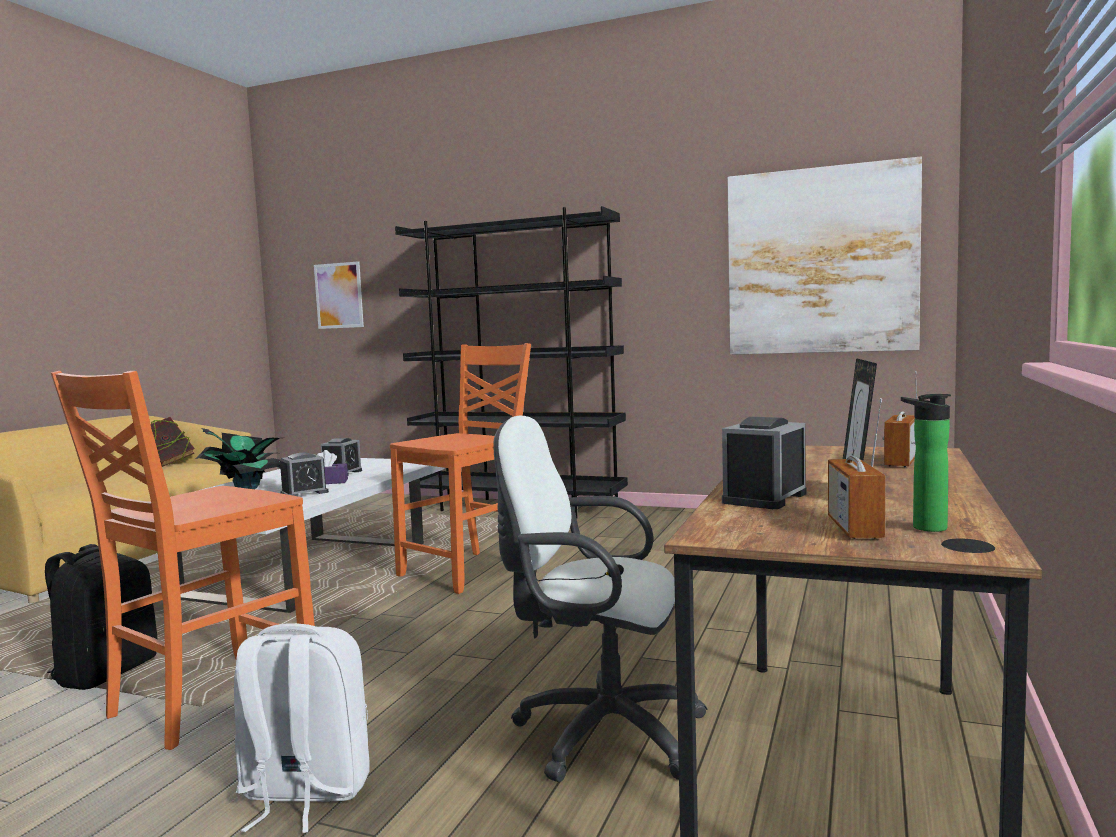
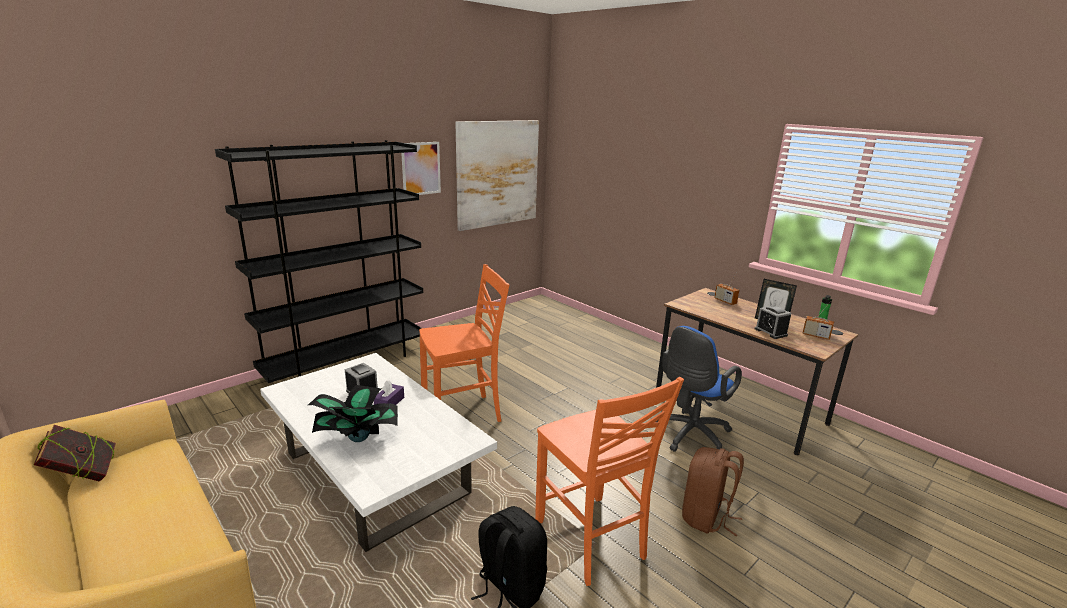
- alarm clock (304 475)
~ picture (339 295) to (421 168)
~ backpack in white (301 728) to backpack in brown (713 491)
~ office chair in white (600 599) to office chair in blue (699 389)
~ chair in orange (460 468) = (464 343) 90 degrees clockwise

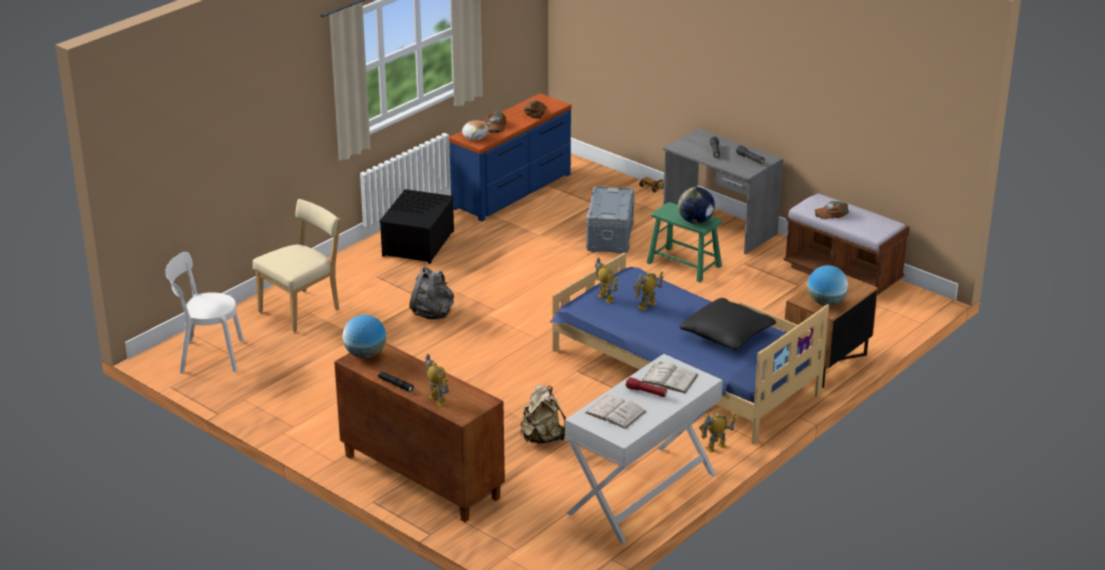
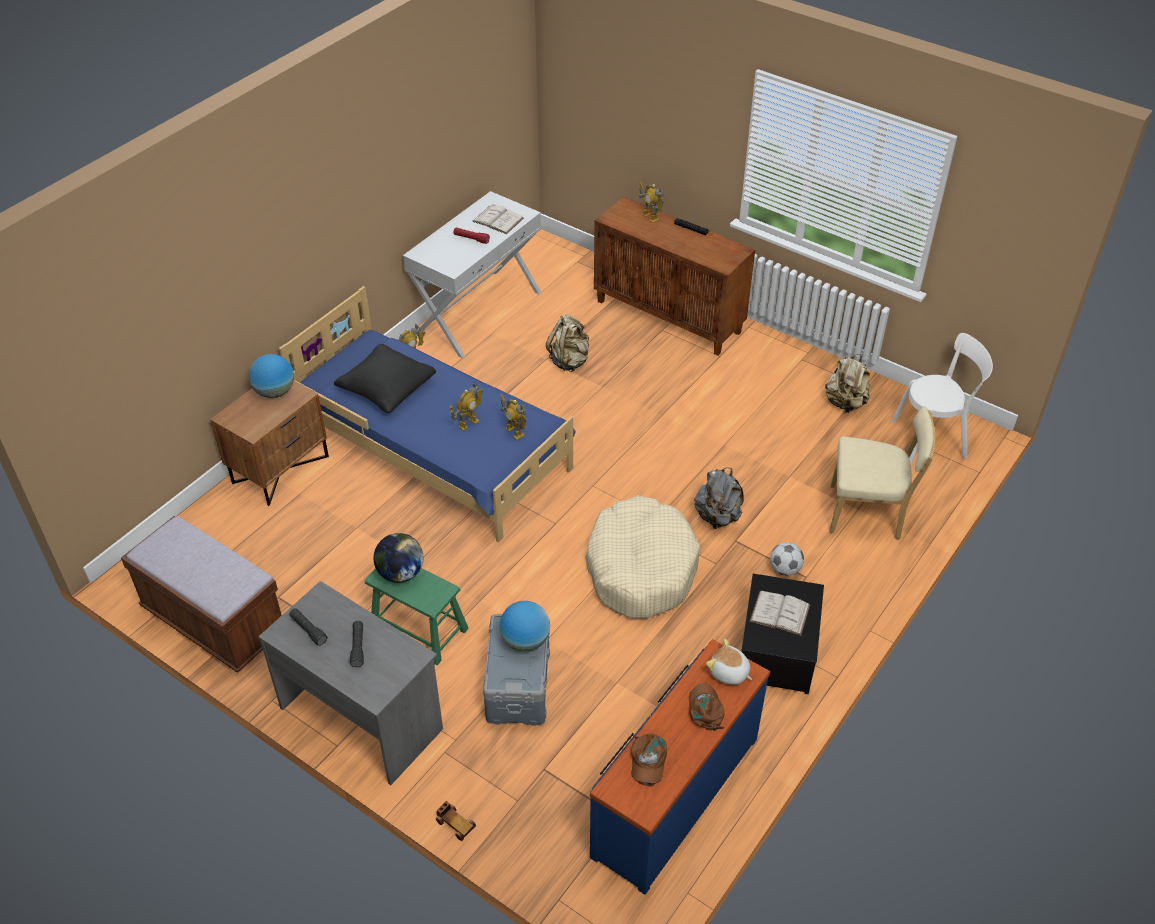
- cap in brown (831 210)
+ dog bed in beige (642 557)
+ football (787 559)
+ backpack in beige (847 383)
~ globe (364 336) to (525 626)
~ book in white (669 377) to (779 613)
~ chair in beige (297 265) = (882 473) 120 degrees counterclockwise

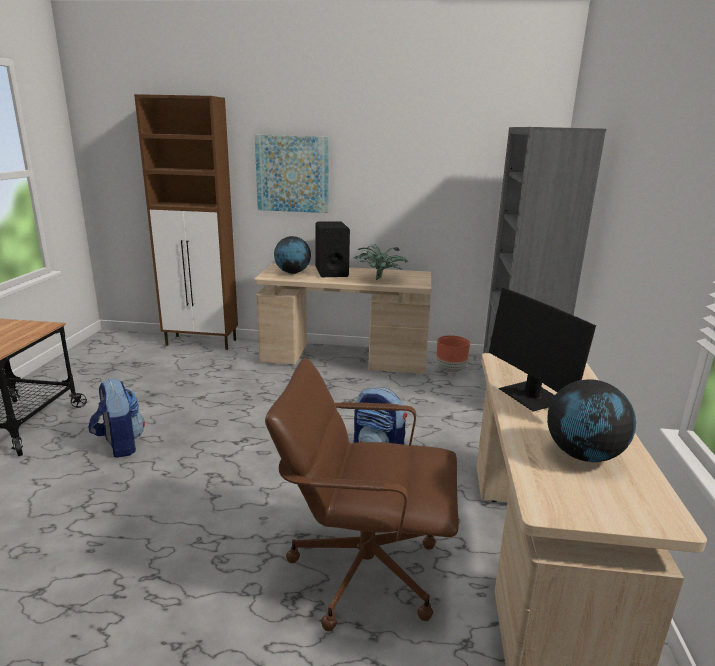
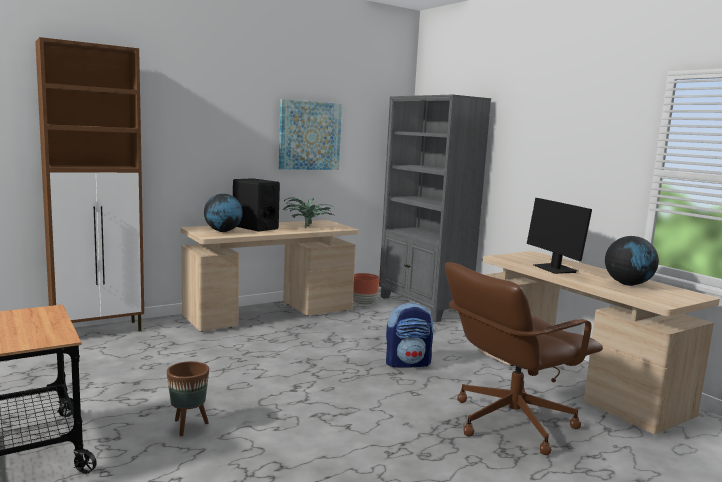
~ picture (292 174) to (310 134)
~ backpack (116 418) to planter in brown (188 398)
~ monitor (542 349) = (559 236) 45 degrees clockwise

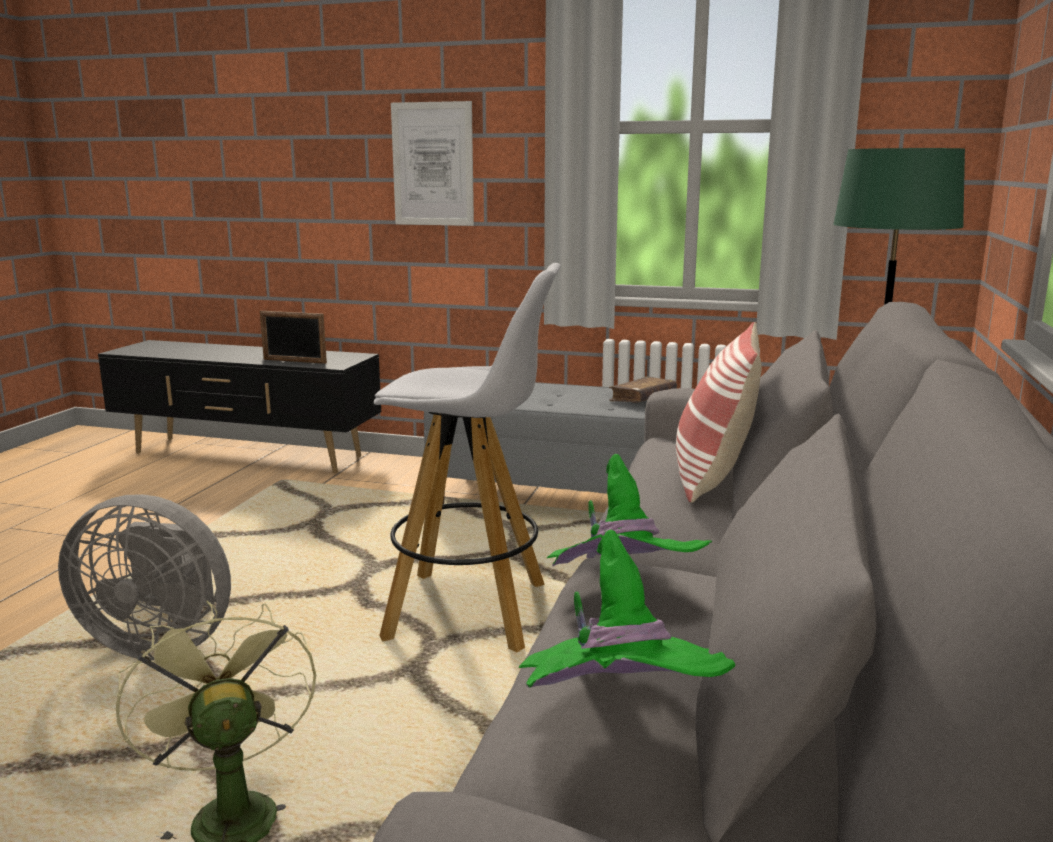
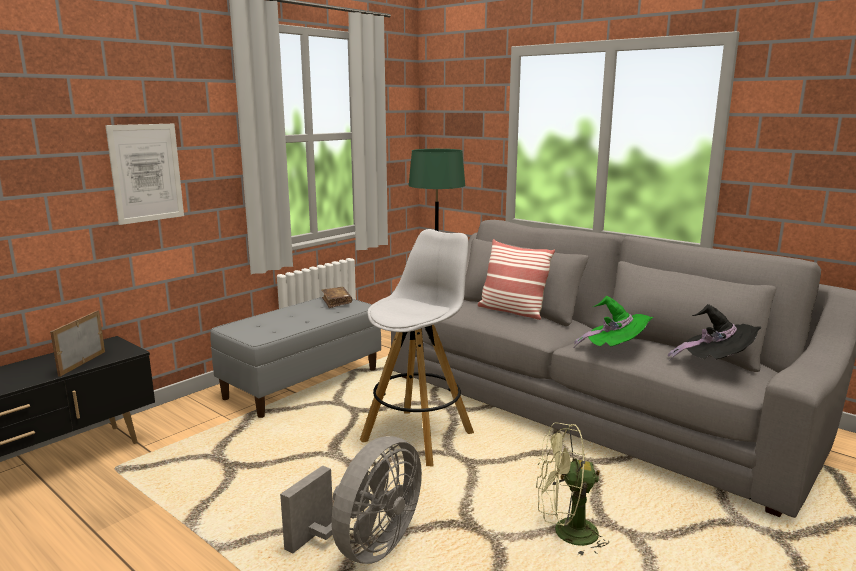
~ hat in green (627 609) to hat in black (715 332)
~ picture frame (293 337) = (77 344) 150 degrees clockwise

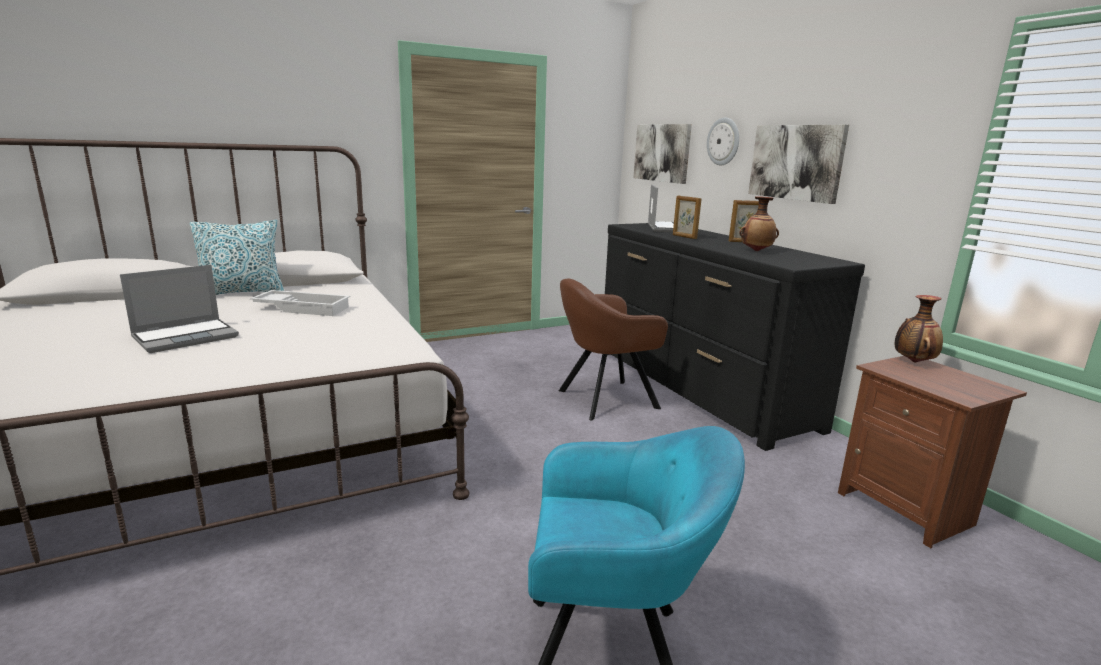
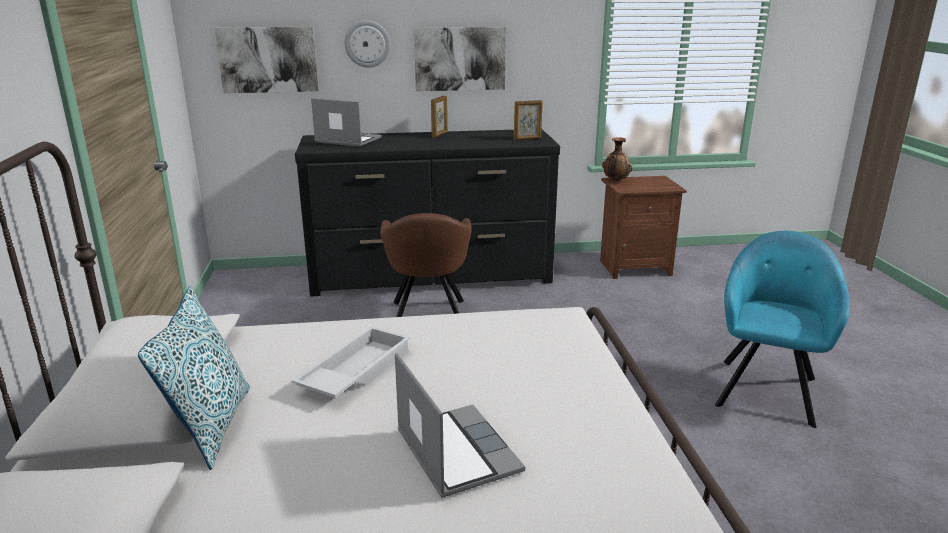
- vase (759 223)
~ picture frame (687 217) to (528 120)

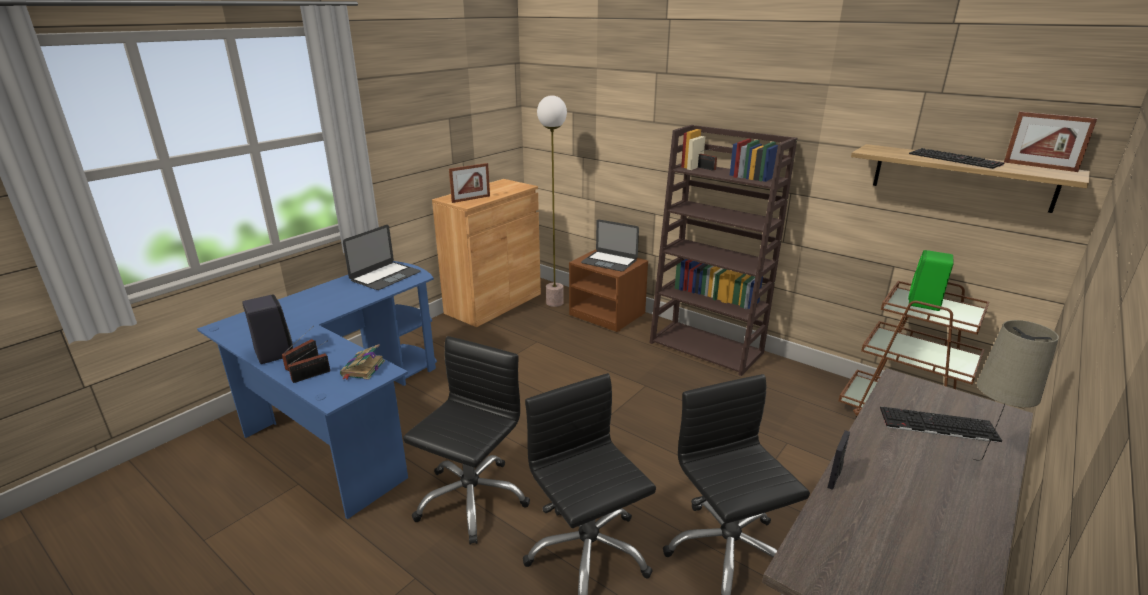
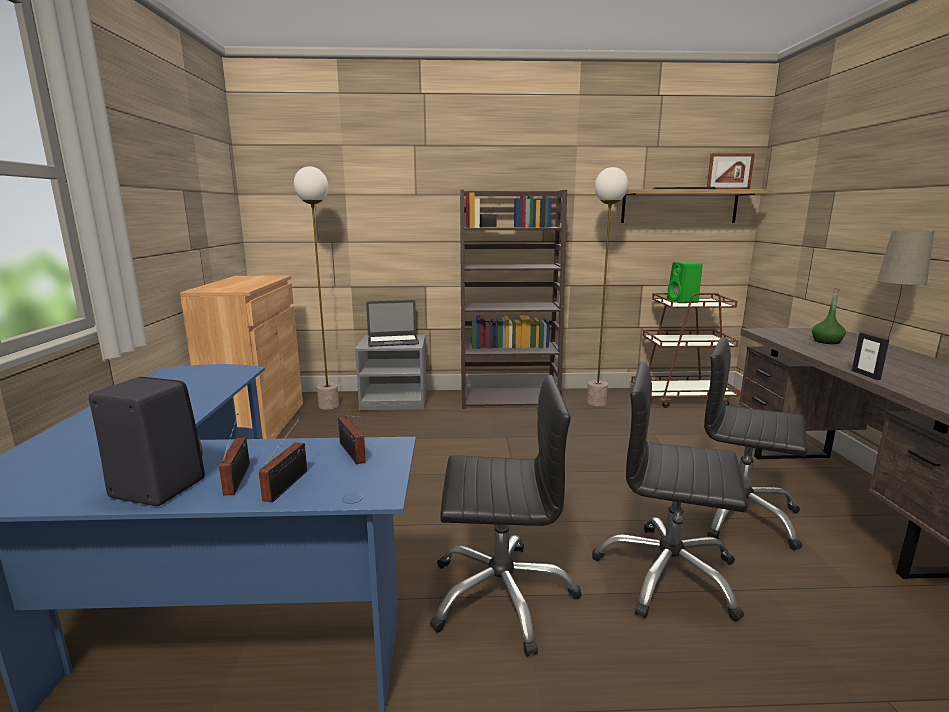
- laptop (382 257)
- picture frame (469 183)
+ floor lamp (607 287)
~ book (362 362) to radio (352 440)
~ keyboard (941 424) to bottle in green (829 315)
~ nightstand in brown (608 290) to nightstand in grey (391 372)
~ office chair in black (466 440) = (506 516) 105 degrees clockwise

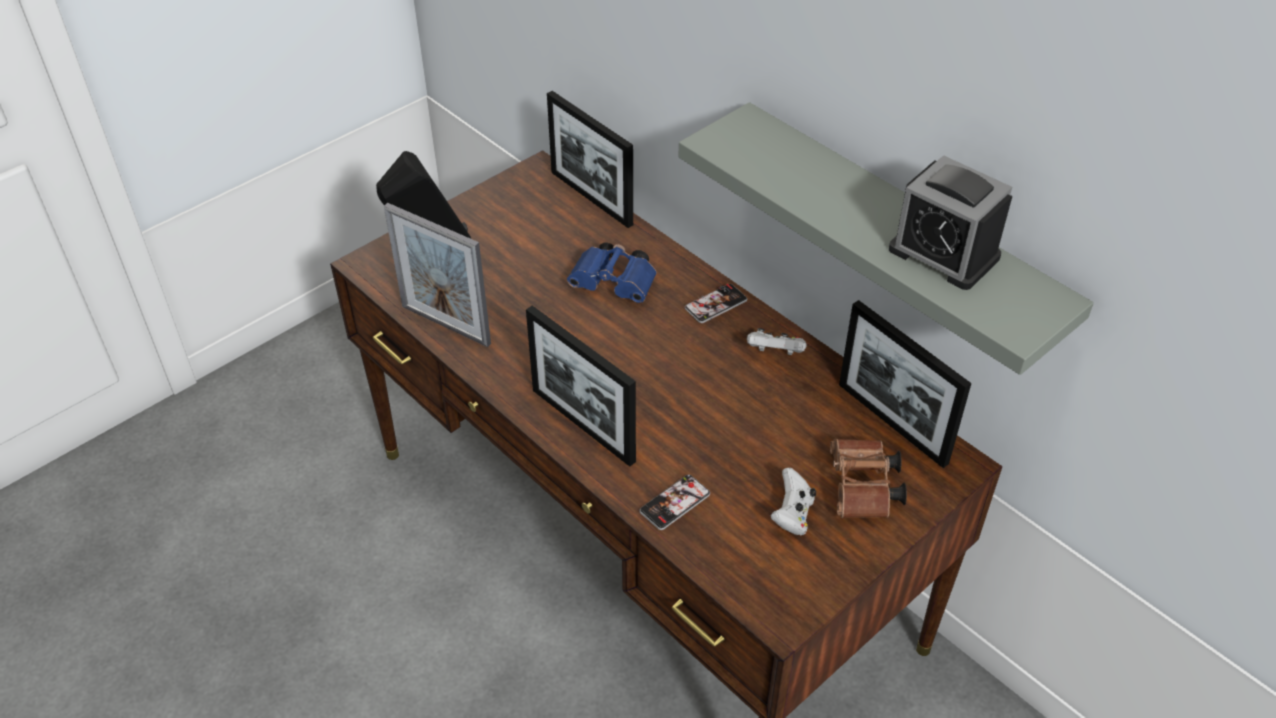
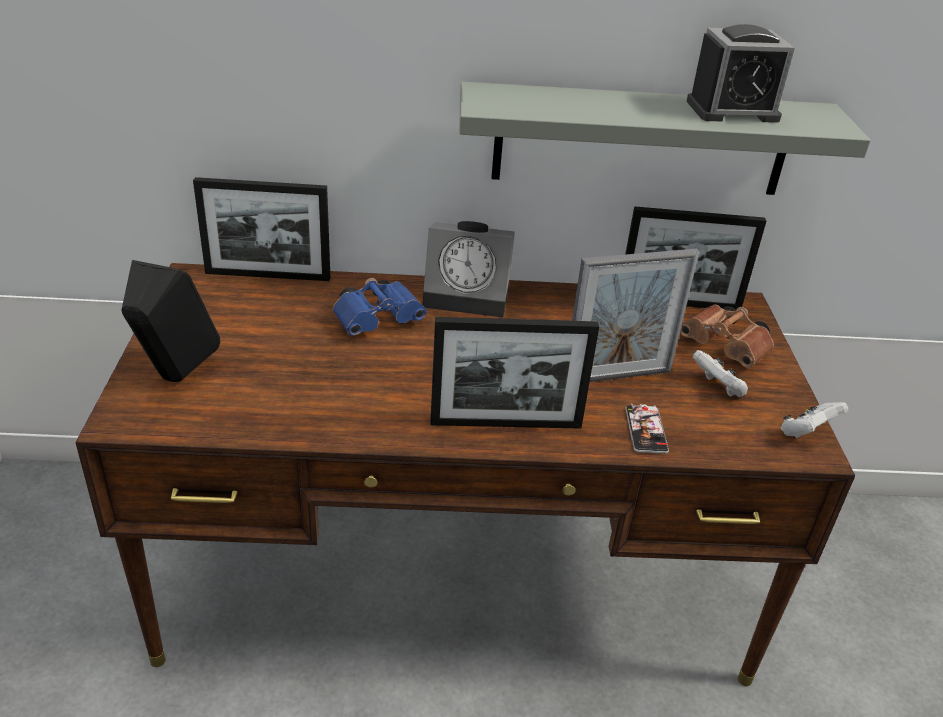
~ picture frame (437 275) to (635 315)
~ game controller in white (776 341) to (814 420)
~ phone (716 303) to alarm clock (468 269)

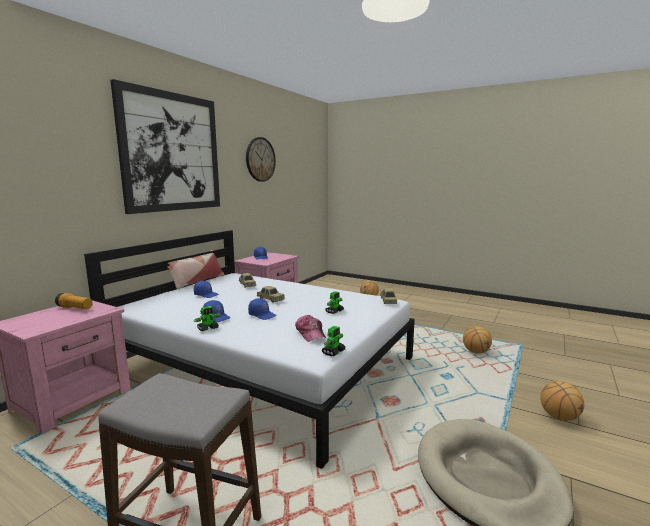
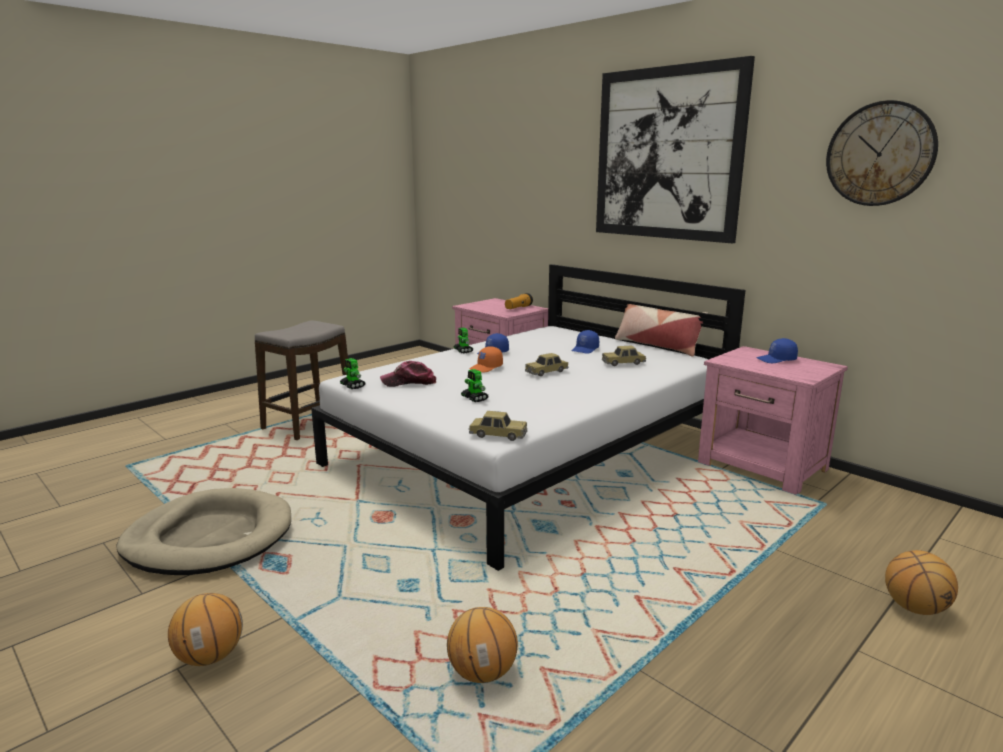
~ cap in blue (262 309) to cap in orange (486 359)

